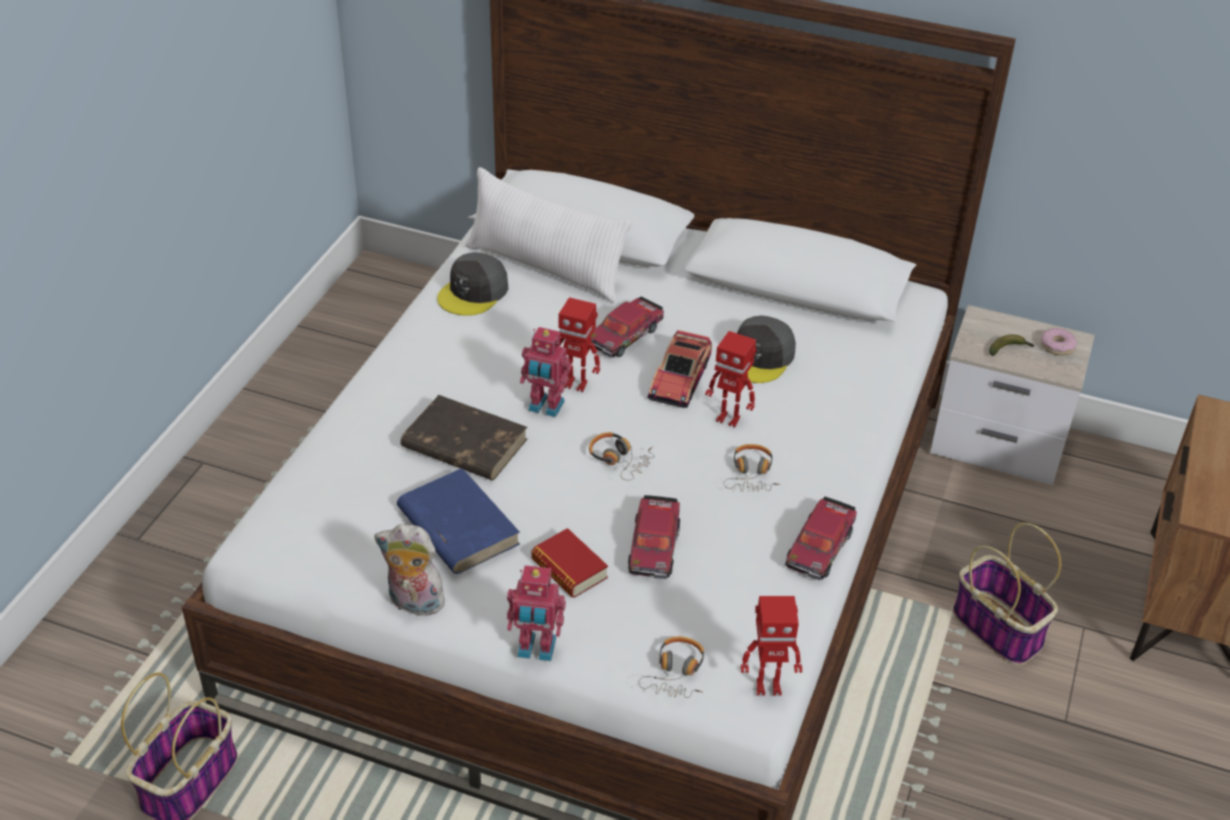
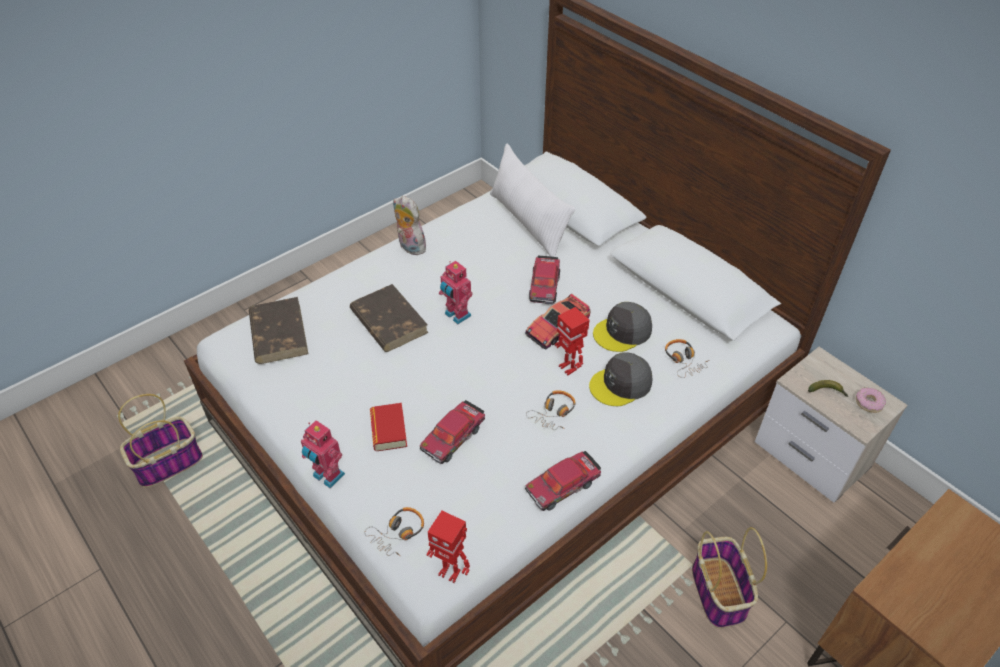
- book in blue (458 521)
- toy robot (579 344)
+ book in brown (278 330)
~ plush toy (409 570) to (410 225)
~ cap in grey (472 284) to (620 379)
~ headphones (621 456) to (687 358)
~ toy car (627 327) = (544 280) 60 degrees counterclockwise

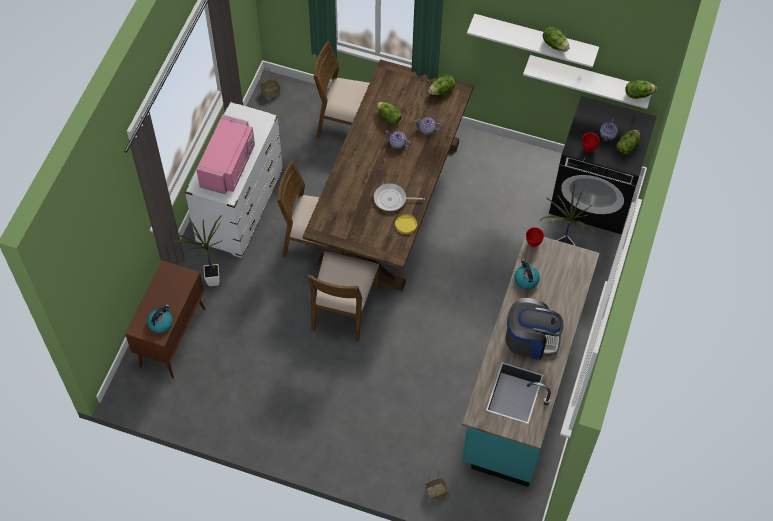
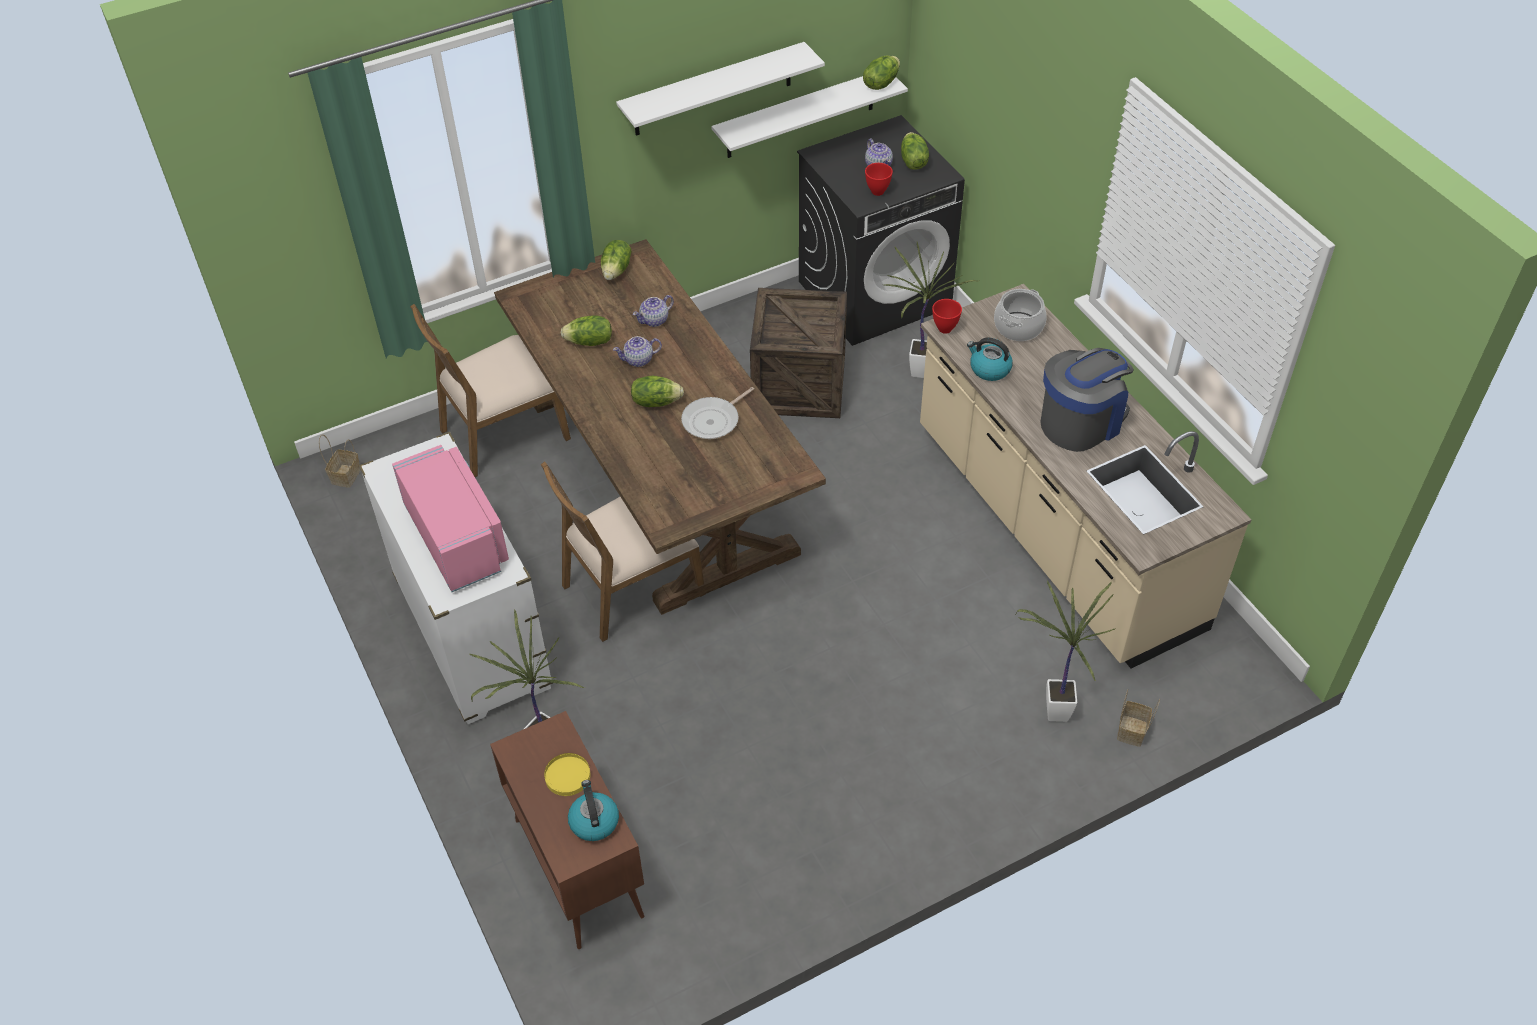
- chair in brown (343 296)
+ crate (798 353)
+ cooking pot (1020 315)
+ potted plant (1066 651)
~ plate in yellow (406 224) to (567 774)
~ lettuce (556 39) to (657 391)
~ counter in turquoise (530 361) to counter in beige (1086 476)

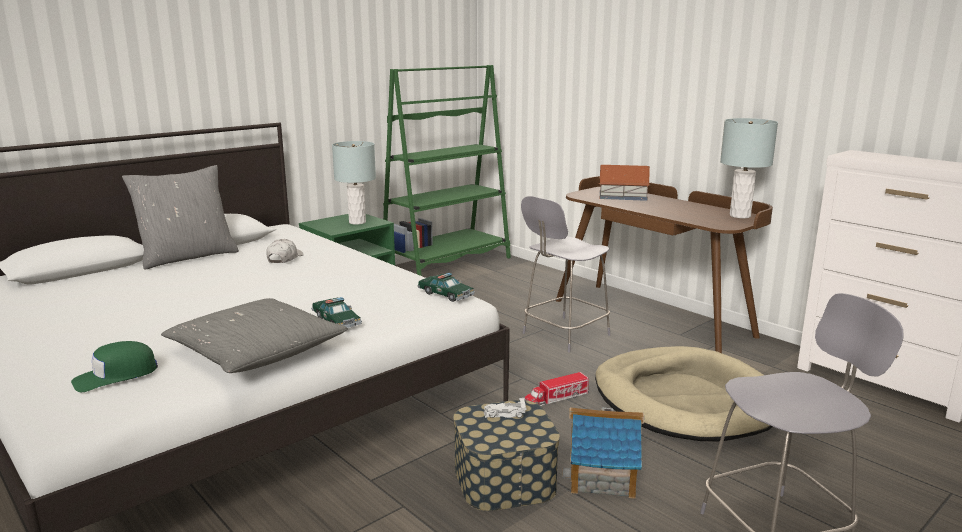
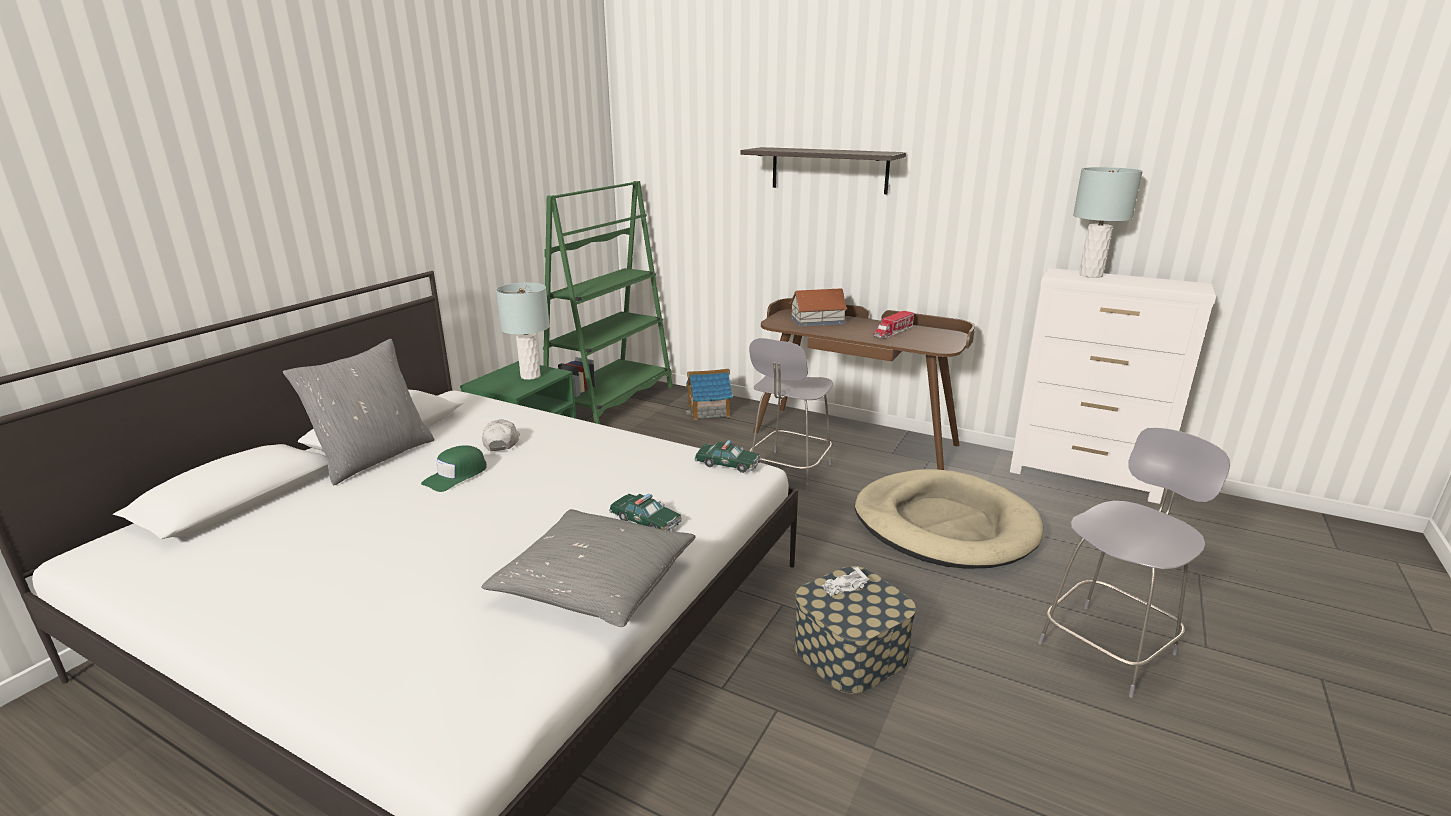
+ shelf (823 170)
~ cap in green (114 366) to (454 468)
~ toy truck (556 389) to (893 325)
~ toy house (603 453) to (709 394)
~ table lamp in grey (749 168) to (1108 222)

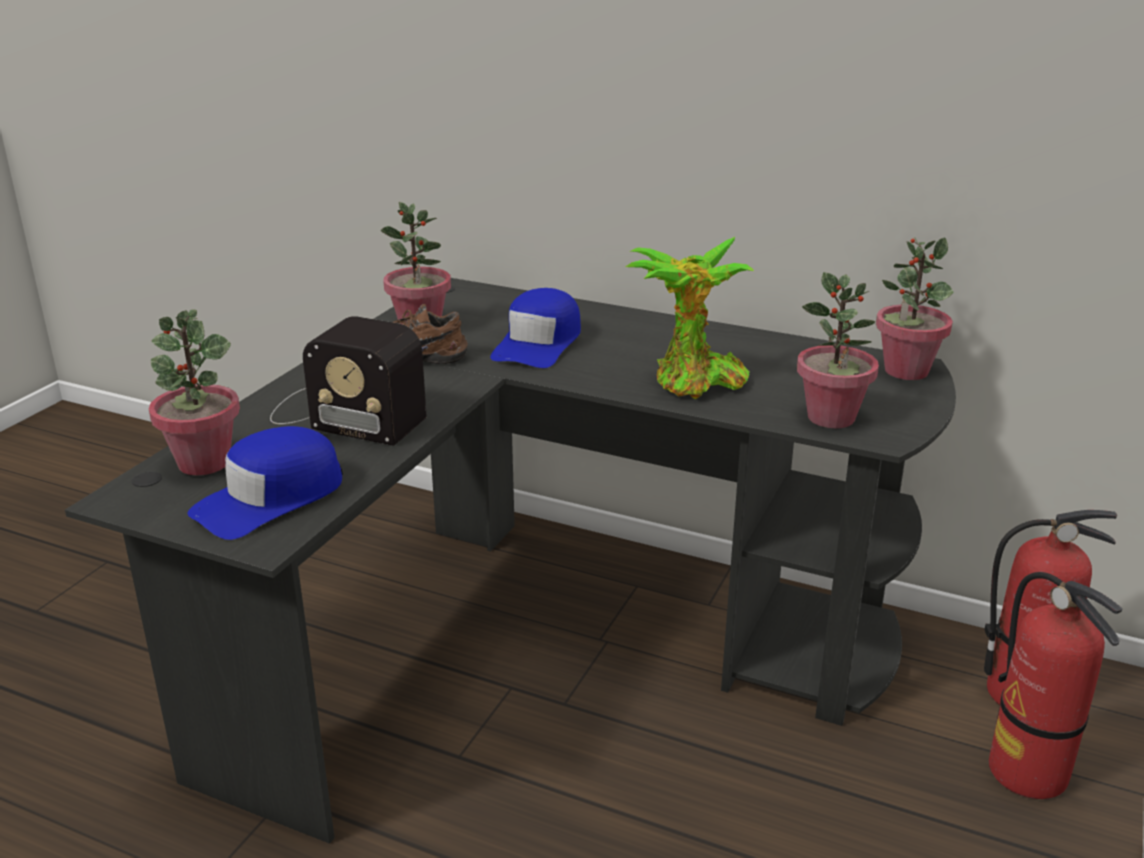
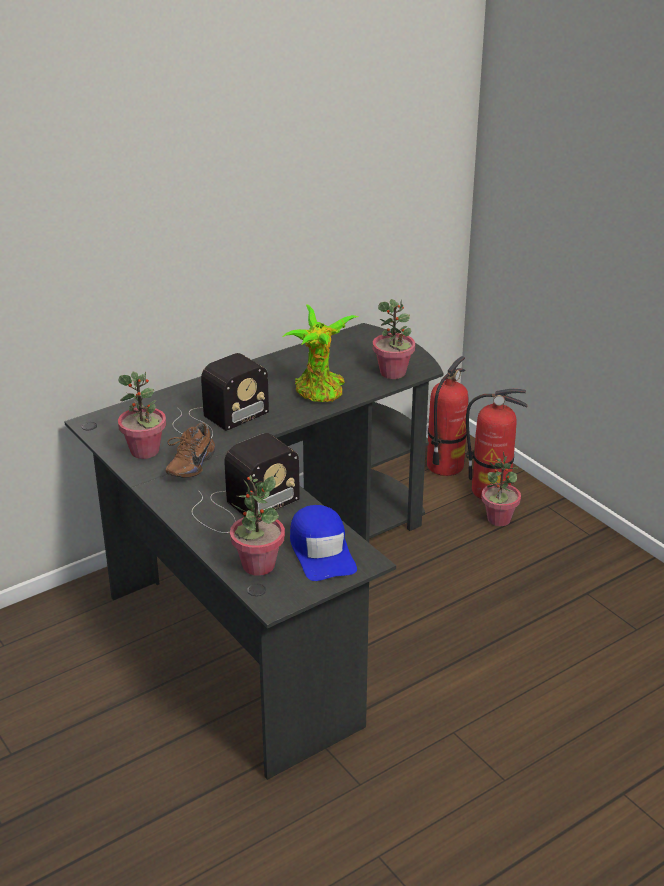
~ potted plant (915 308) to (501 489)
~ cap in blue (535 328) to radio (221 395)

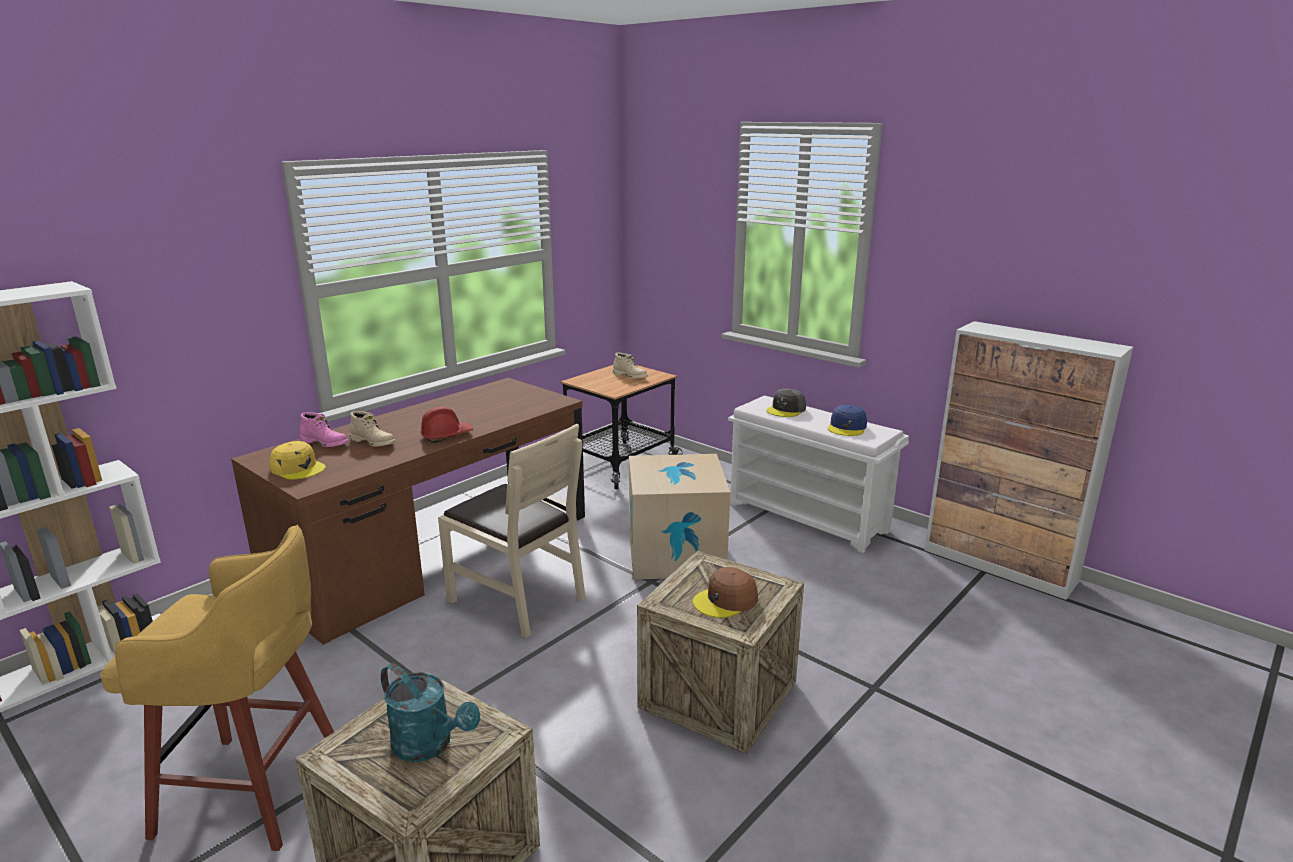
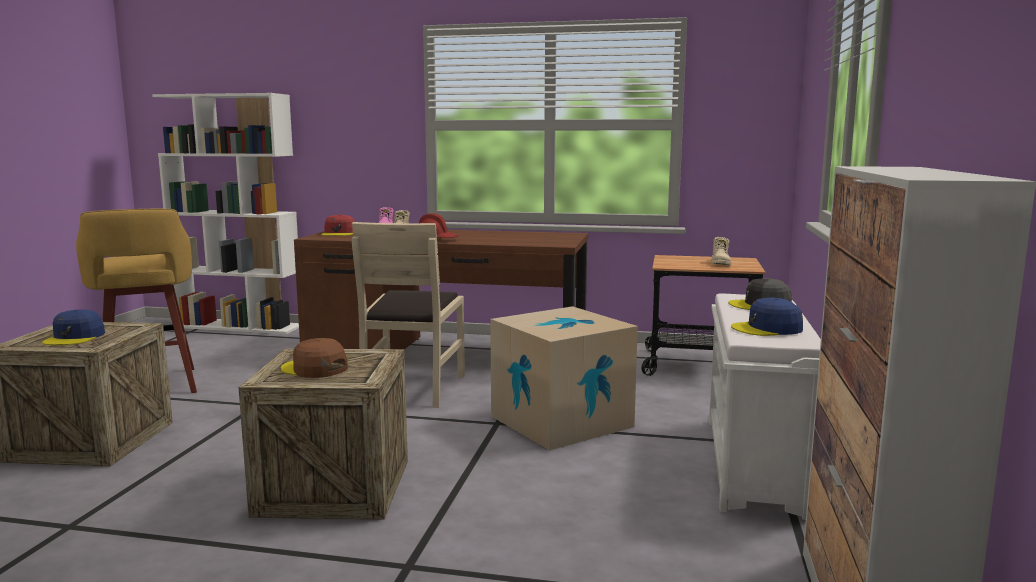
~ watering can in turquoise (430 712) to cap in blue (73 327)
~ cap in yellow (297 460) to cap in red (338 225)

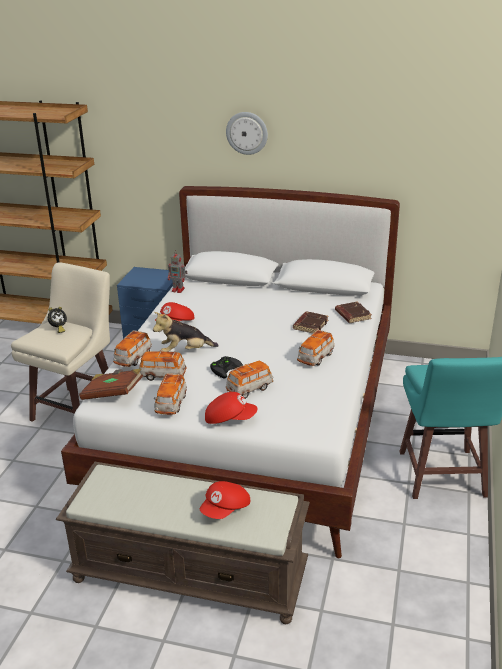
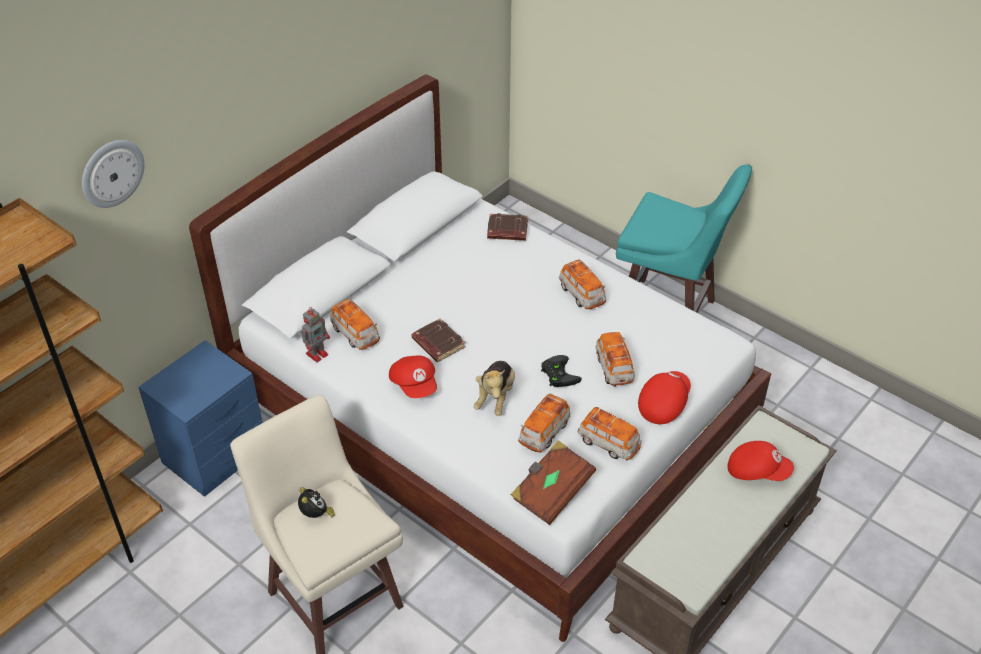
~ toy car (132 348) to (355 324)
~ wall clock (247 133) to (113 174)
~ book in brown (311 322) to (439 340)
~ cap in red (225 500) = (760 461) 45 degrees counterclockwise

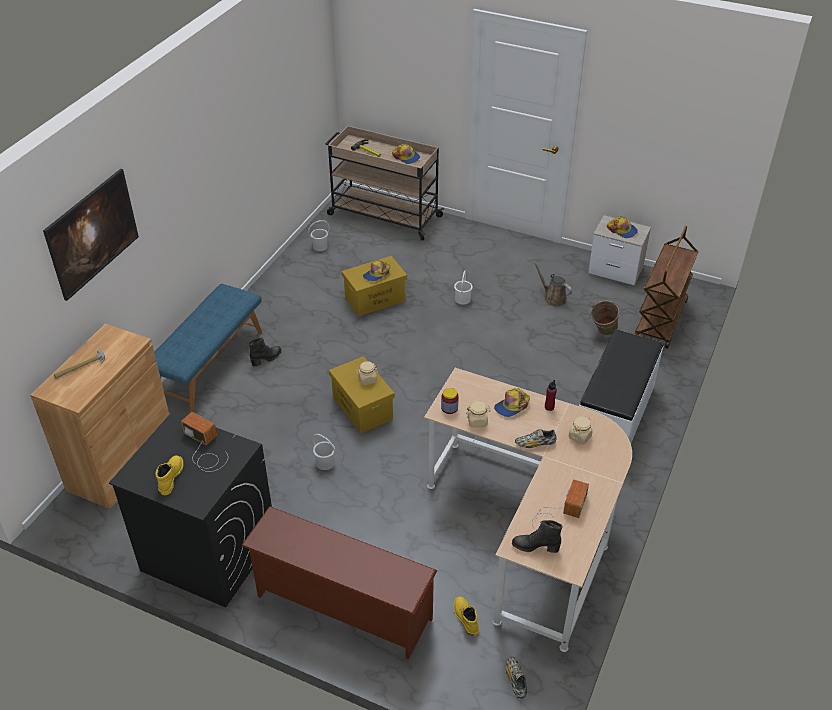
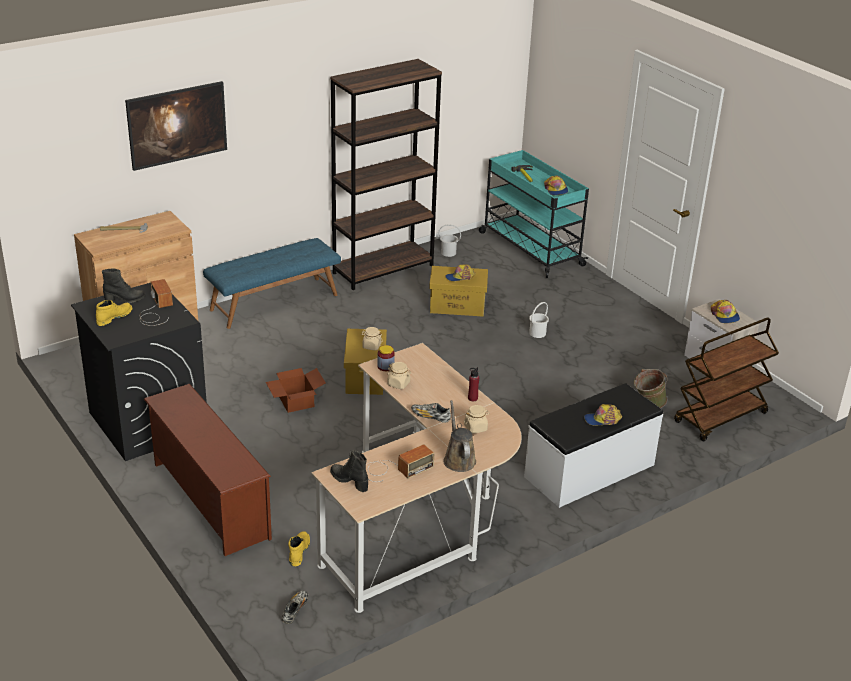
+ bookcase in brown (386 174)
~ boot in black (265 352) to (124 285)
~ cap (512 402) to (603 414)
~ watering can in brown (552 284) to (459 436)
~ bucket in white (323 452) to cardboard box (296 390)
~ cart in beige (384 183) to cart in turquoise (534 214)

